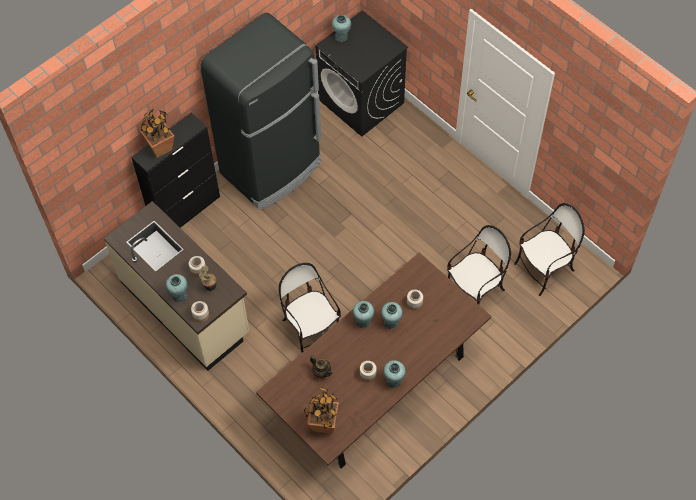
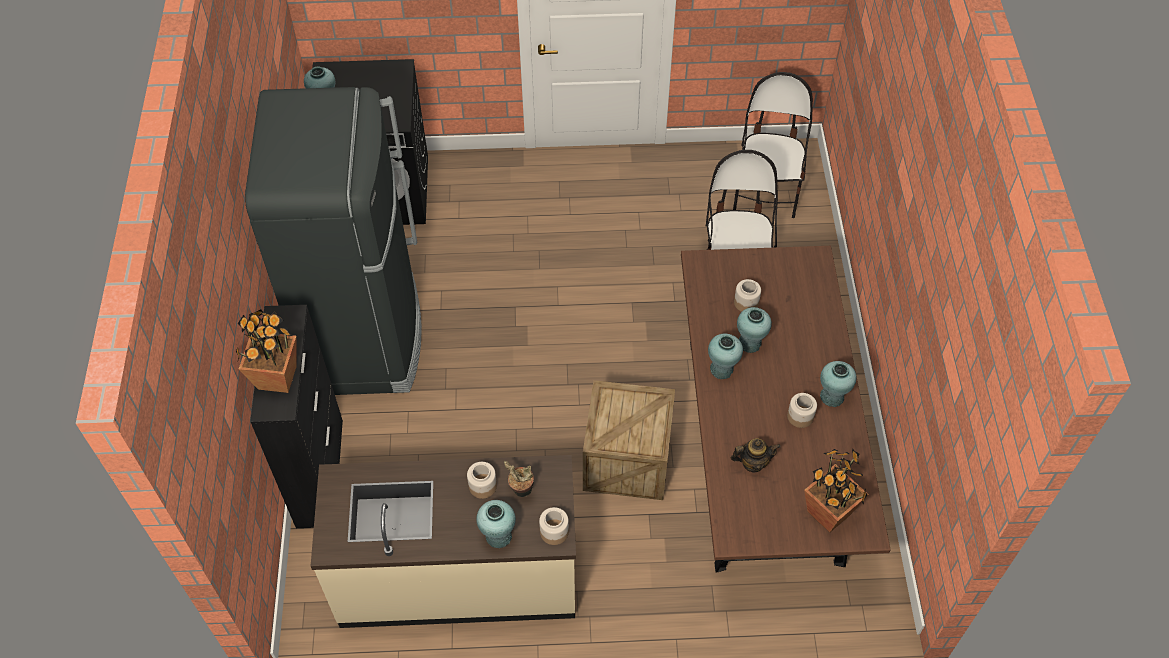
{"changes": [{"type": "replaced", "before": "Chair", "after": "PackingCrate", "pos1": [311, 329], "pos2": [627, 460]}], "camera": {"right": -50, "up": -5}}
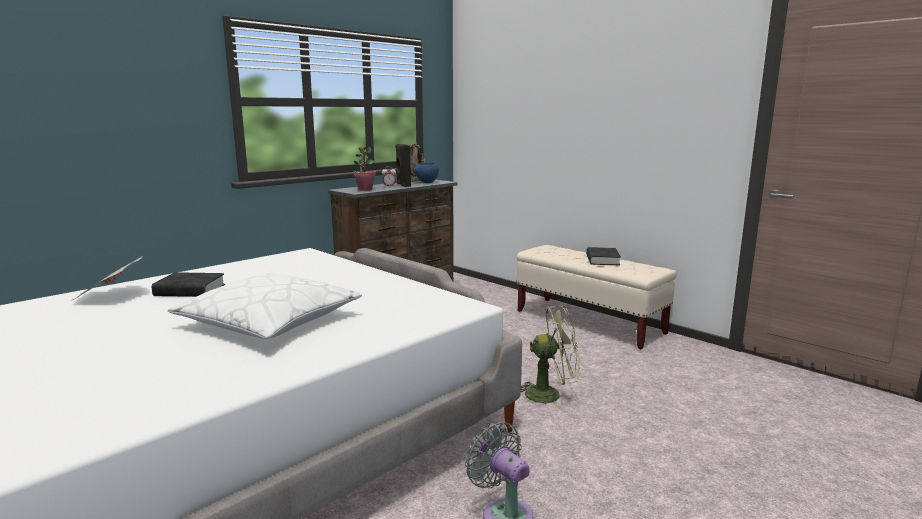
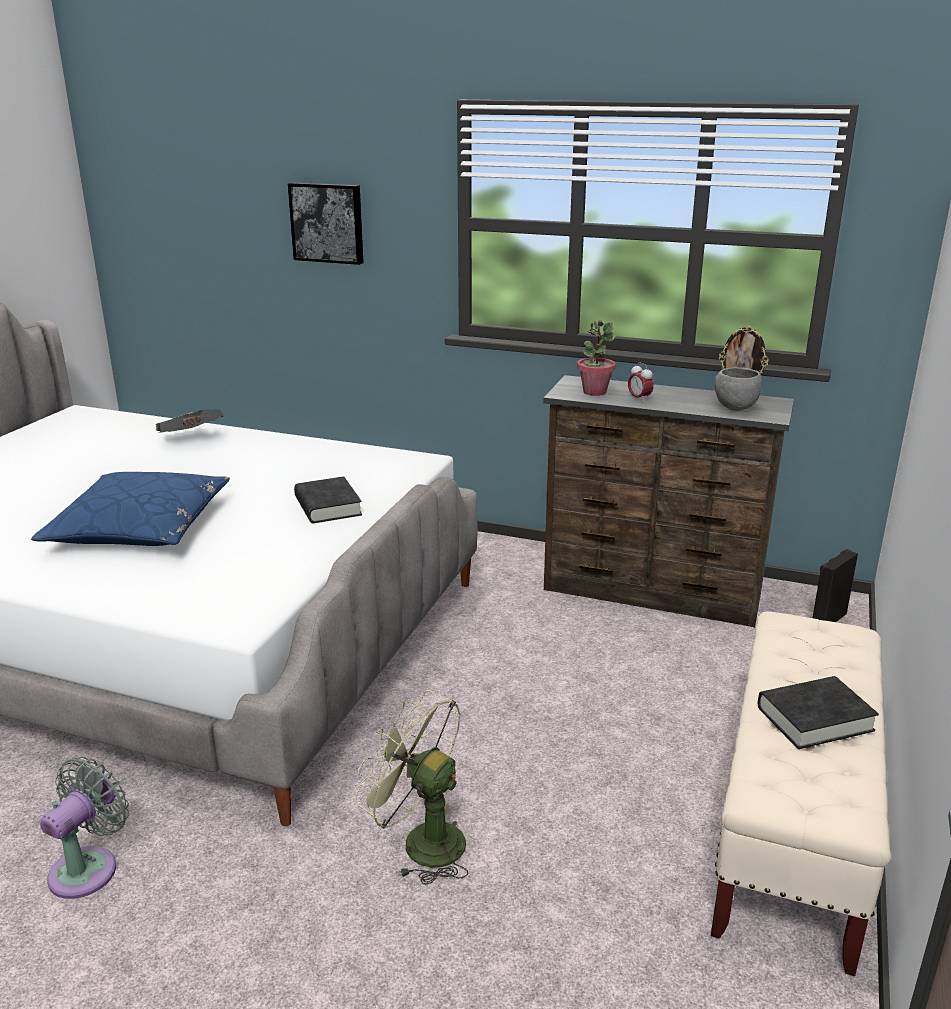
{"changes": [{"type": "added", "after": "Picture", "pos2": [328, 222]}, {"type": "moved", "before": "BlackColouredVolume", "pos1": [190, 290], "pos2": [328, 506]}, {"type": "moved", "before": "BlackColouredSpeaker", "pos1": [403, 185], "pos2": [827, 620]}, {"type": "recoloured", "before": "WhiteColouredThrowPillow", "after": "BluishThrowPillow", "pos1": [269, 321], "pos2": [140, 527]}, {"type": "recoloured", "before": "BluishBowl", "after": "GreyBowl", "pos1": [426, 182], "pos2": [734, 408]}, {"type": "turned", "before": "GreenColouredElectricFan", "pos1": [550, 394], "pos2": [421, 841], "turn": 150}], "camera": {"right": 65, "up": 10}}
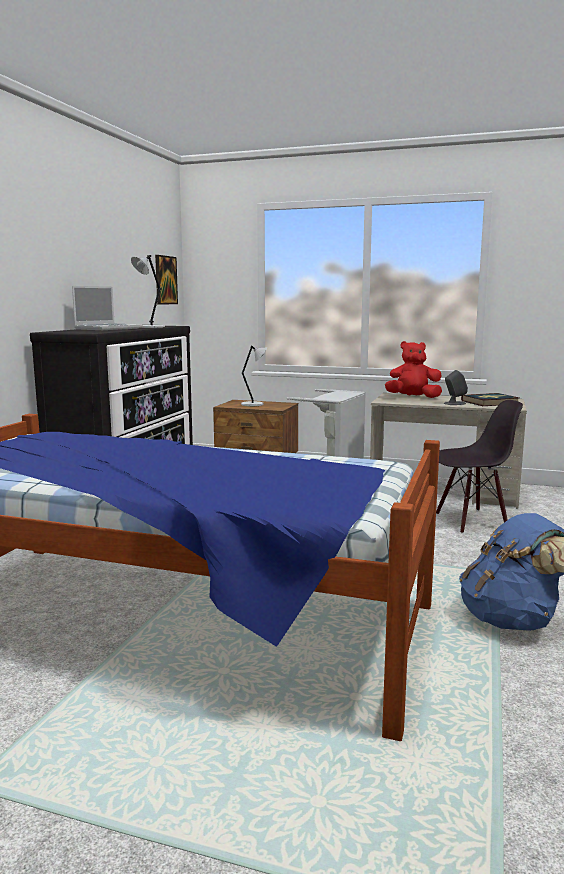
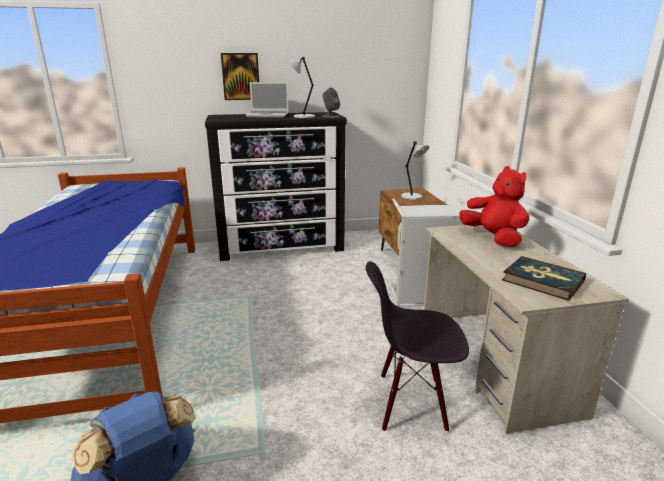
{"changes": [{"type": "moved", "before": "Picture", "pos1": [165, 280], "pos2": [240, 76]}, {"type": "moved", "before": "GreySpeaker", "pos1": [454, 403], "pos2": [330, 116]}, {"type": "turned", "before": "BlackColouredChair", "pos1": [471, 521], "pos2": [411, 403], "turn": 135}], "camera": {"right": 60, "up": 10}}
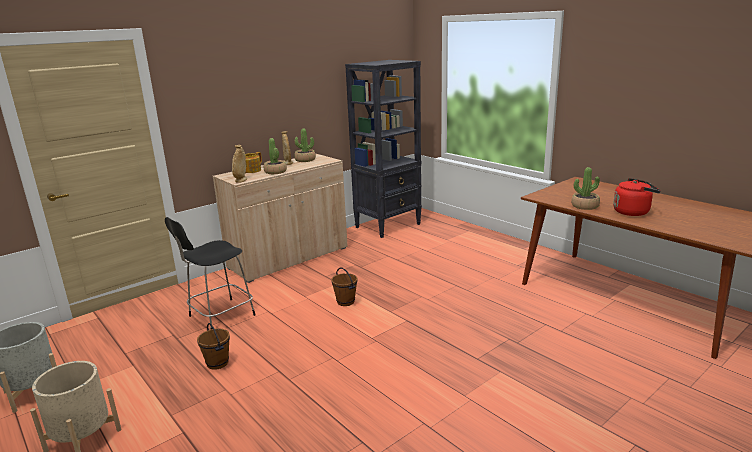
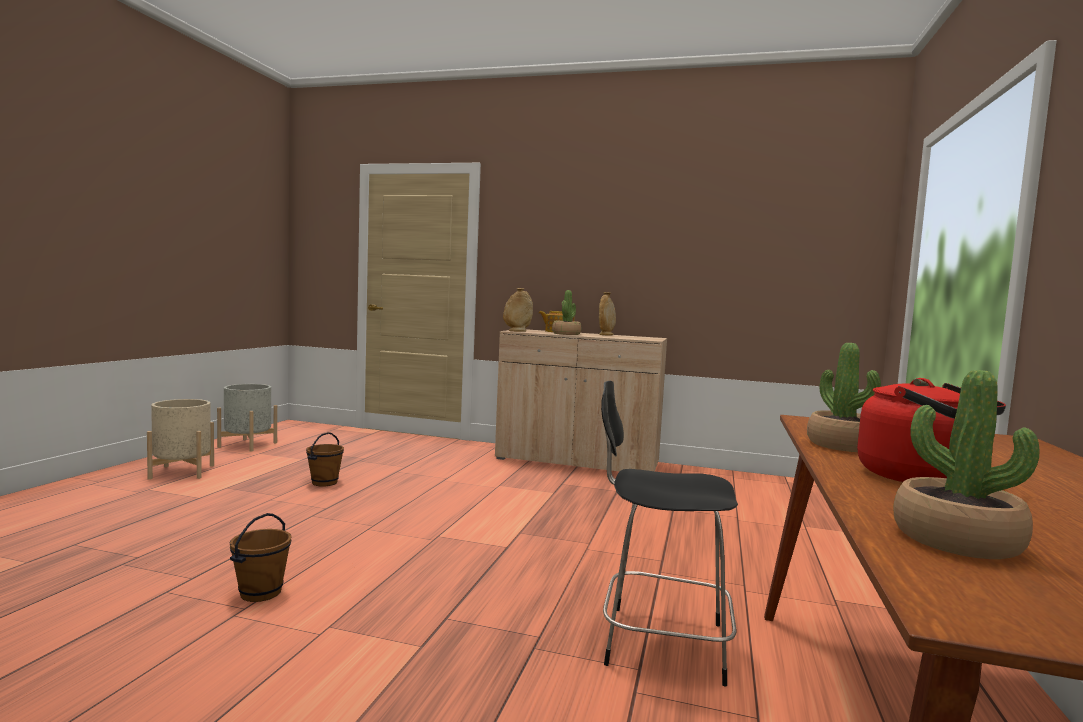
{"changes": [{"type": "removed", "before": "BlackColouredShelvingUnit", "pos1": [388, 225]}, {"type": "moved", "before": "BlackColouredChair", "pos1": [219, 316], "pos2": [659, 642]}, {"type": "moved", "before": "PlantInAPot", "pos1": [305, 160], "pos2": [956, 540]}, {"type": "moved", "before": "BrownishPail", "pos1": [346, 302], "pos2": [261, 593]}], "camera": {"right": 55, "up": -15}}
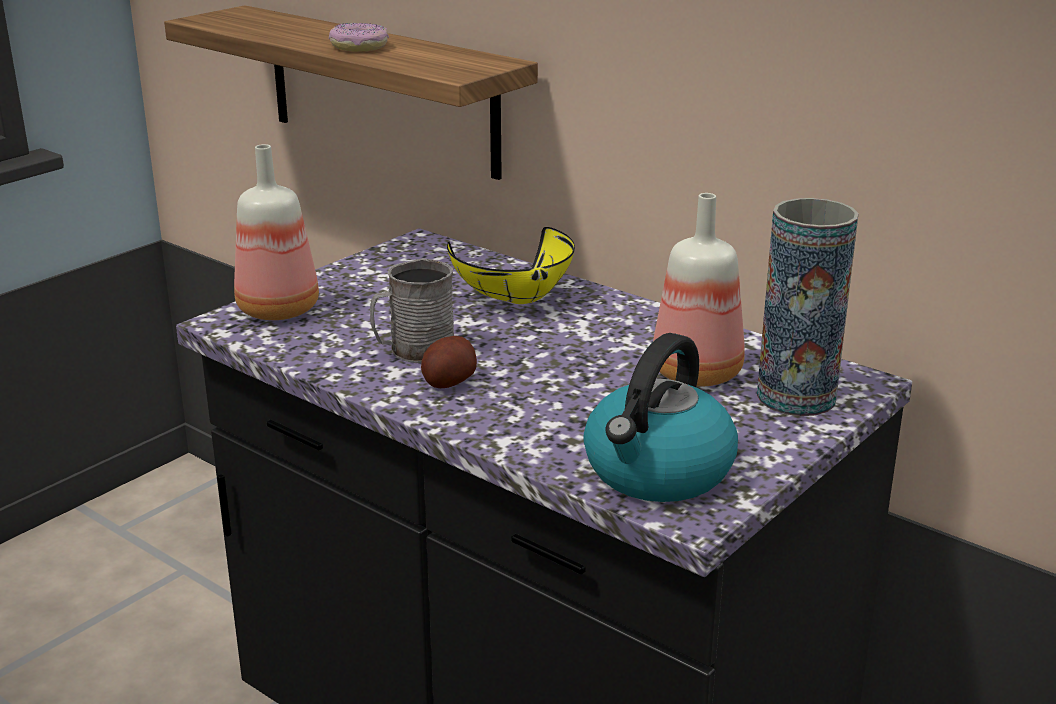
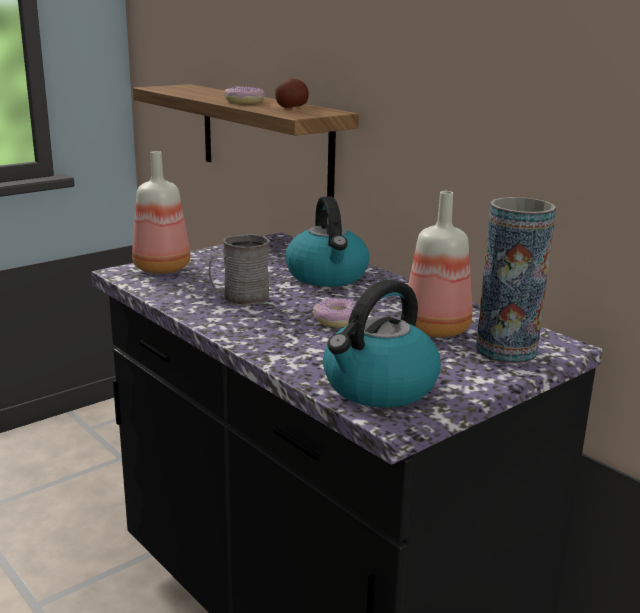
{"changes": [{"type": "added", "after": "Doughnut", "pos2": [337, 320]}, {"type": "moved", "before": "Spud", "pos1": [448, 381], "pos2": [291, 107]}, {"type": "replaced", "before": "YellowBowl", "after": "Kettle", "pos1": [518, 300], "pos2": [327, 276]}], "camera": {"right": 10, "up": -5}}
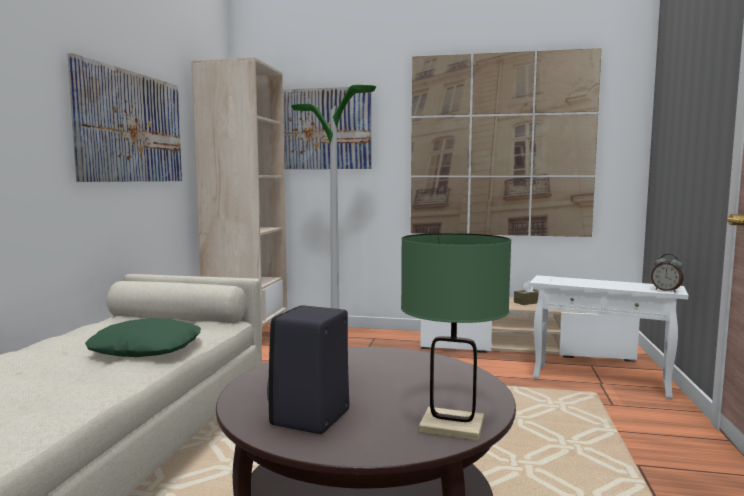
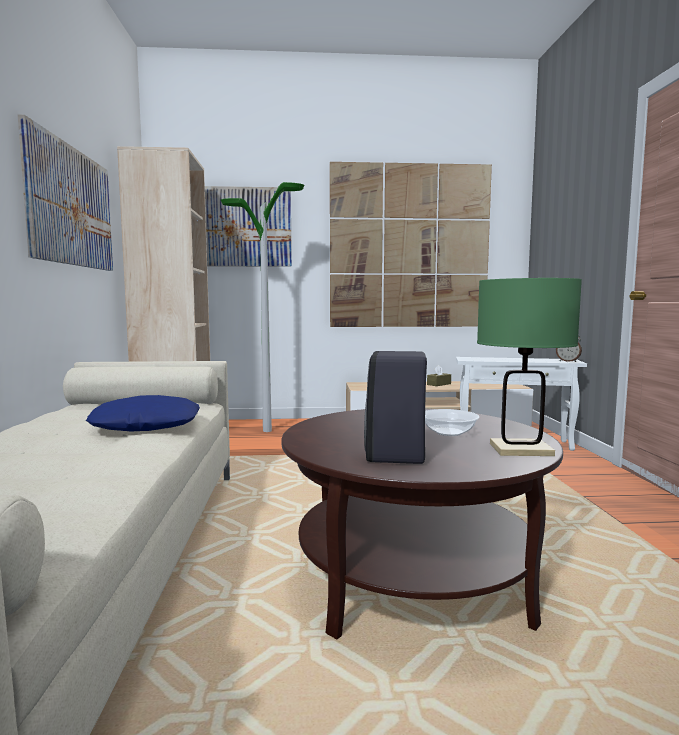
{"changes": [{"type": "added", "after": "Bowl", "pos2": [449, 432]}, {"type": "recoloured", "before": "GreenColouredThrowPillow", "after": "BluishThrowPillow", "pos1": [147, 349], "pos2": [147, 425]}], "camera": {"right": -15, "up": 0}}
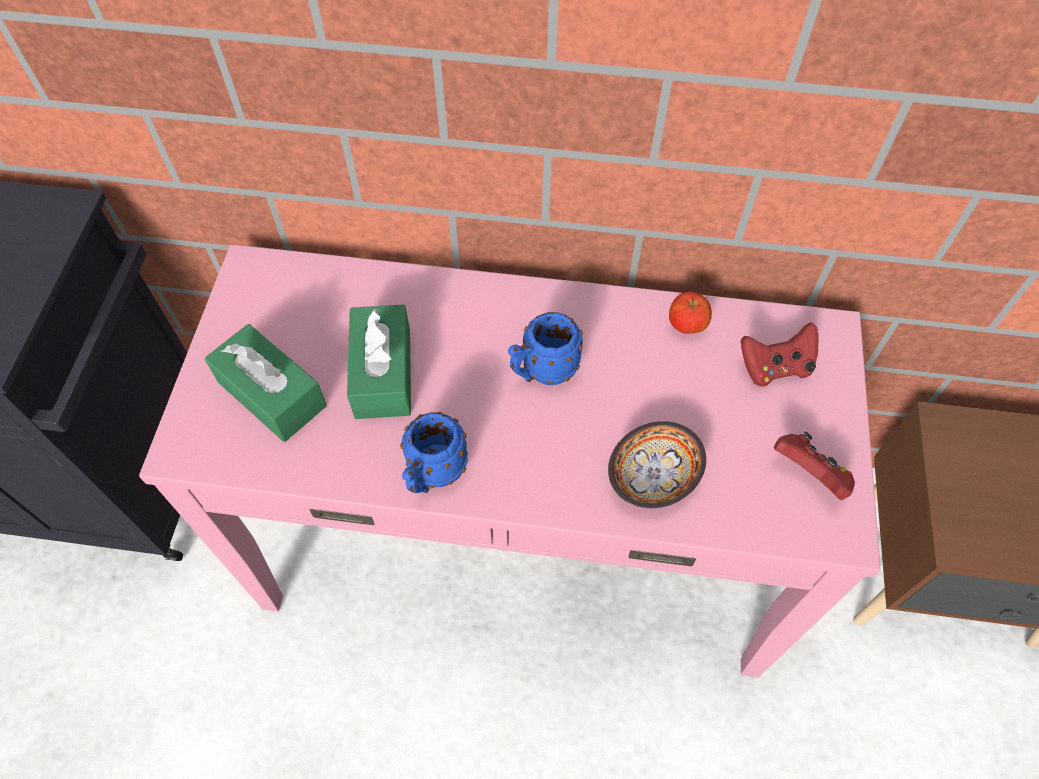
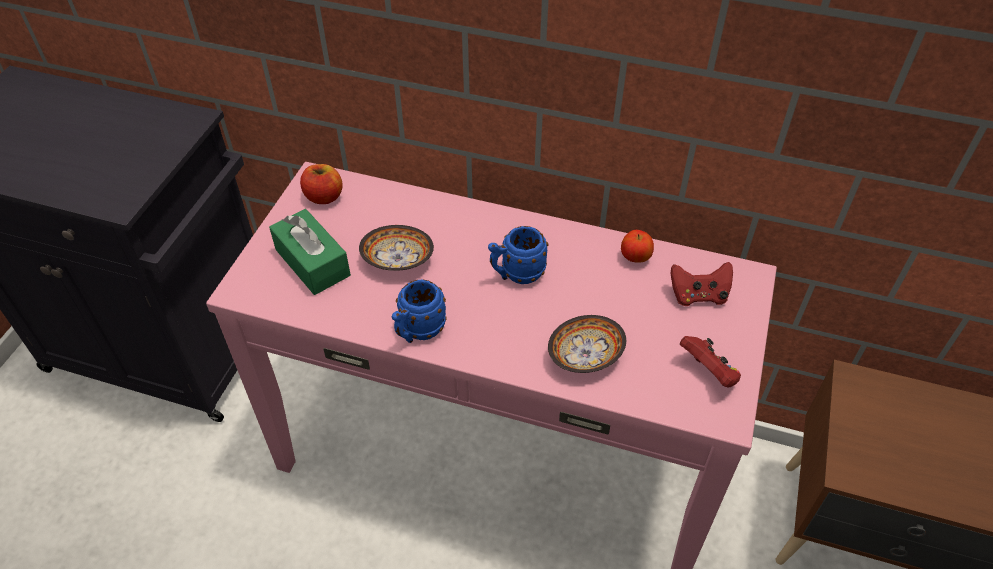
{"changes": [{"type": "added", "after": "Apple", "pos2": [324, 197]}, {"type": "replaced", "before": "GreenColouredTissueHolder", "after": "Bowl", "pos1": [383, 373], "pos2": [396, 259]}], "camera": {"right": 10, "up": -10}}
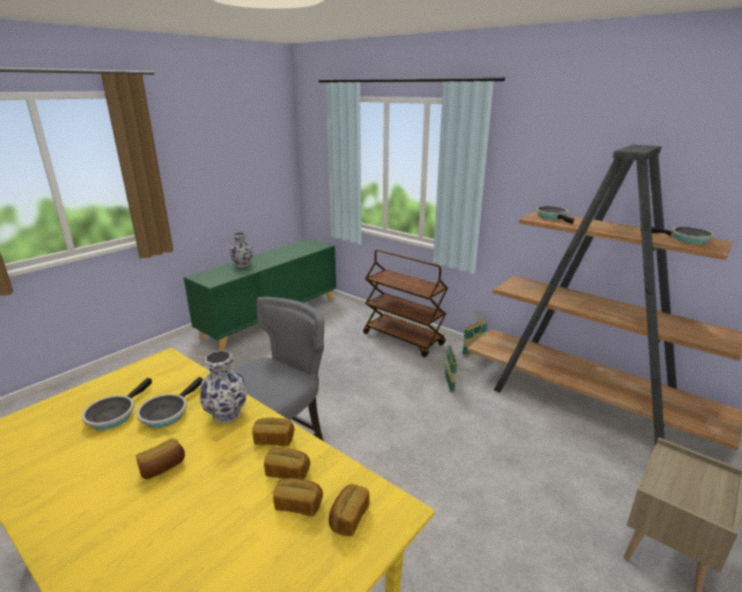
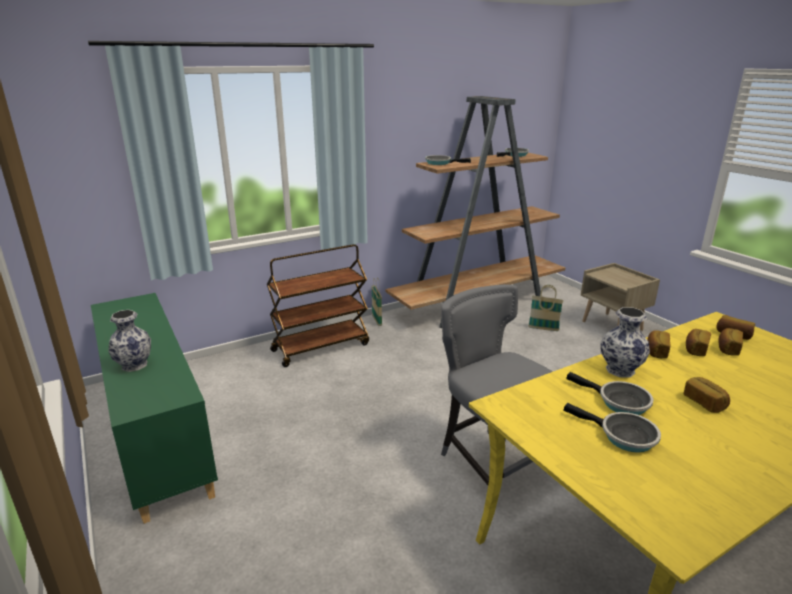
{"changes": [{"type": "moved", "before": "Basket", "pos1": [449, 384], "pos2": [543, 329]}], "camera": {"right": -70, "up": 0}}
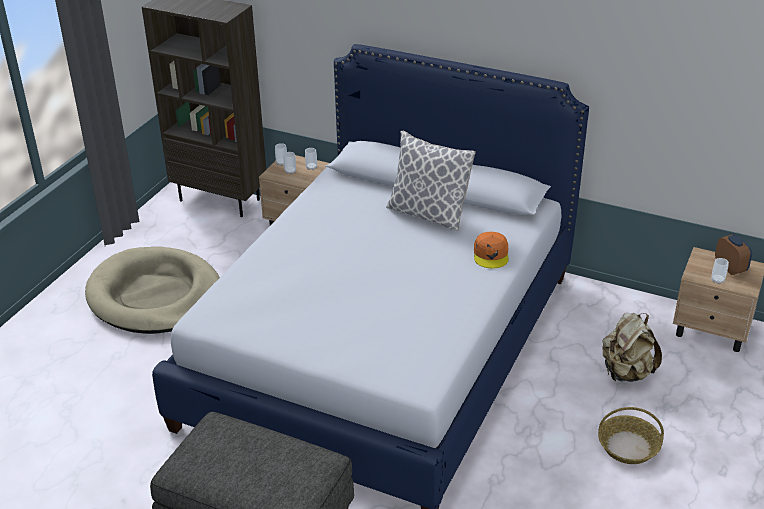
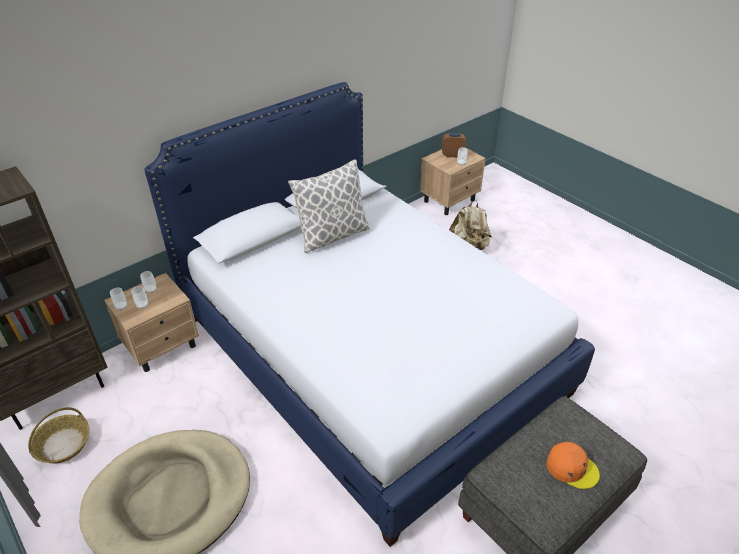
{"changes": [{"type": "moved", "before": "OrangeyPeakedCap", "pos1": [491, 255], "pos2": [571, 468]}, {"type": "moved", "before": "Basket", "pos1": [628, 447], "pos2": [63, 445]}], "camera": {"right": -65, "up": 5}}
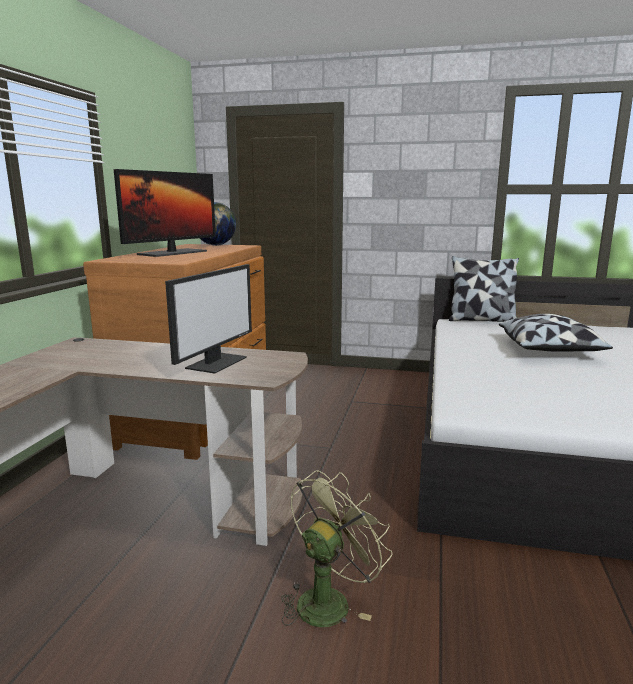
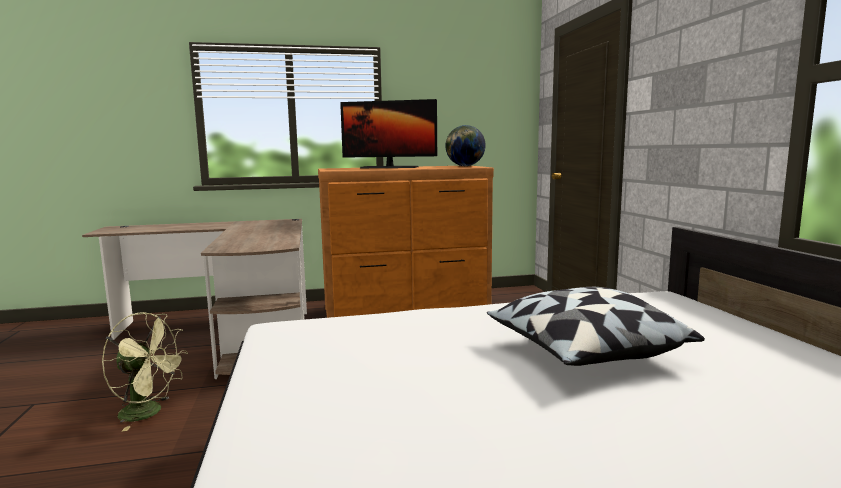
{"changes": [{"type": "removed", "before": "ComputerScreen", "pos1": [216, 362]}, {"type": "removed", "before": "ThrowPillow", "pos1": [481, 320]}], "camera": {"right": 65, "up": -5}}
